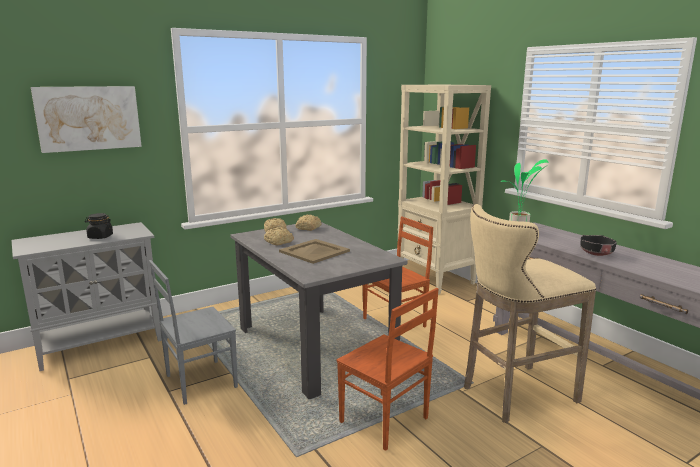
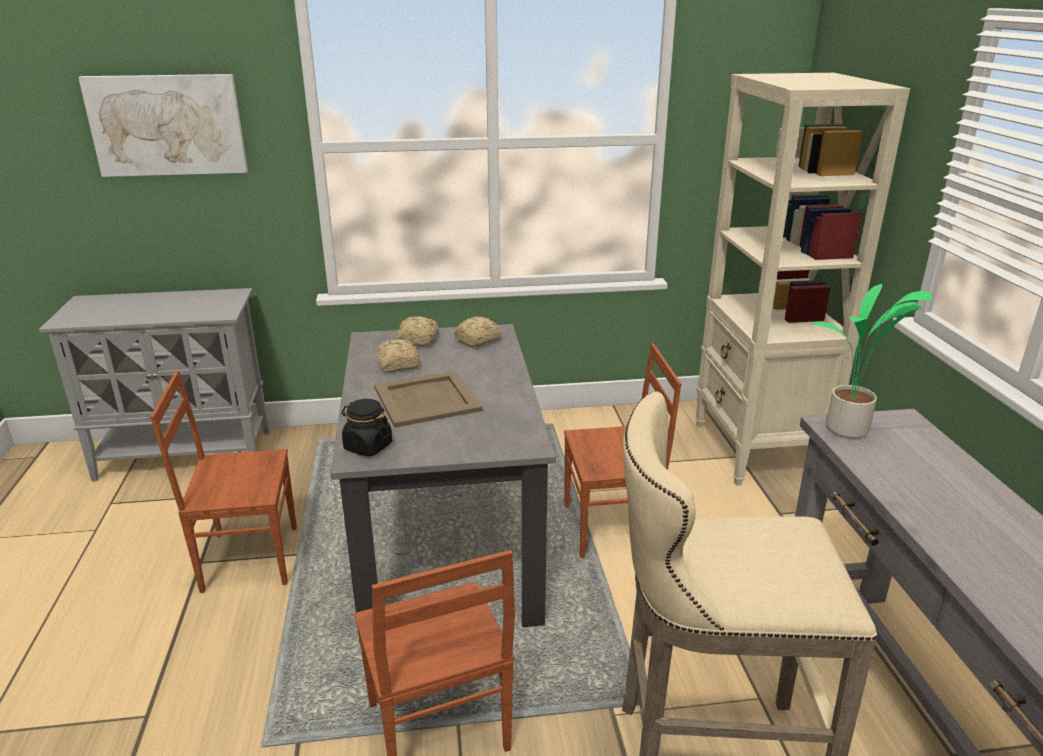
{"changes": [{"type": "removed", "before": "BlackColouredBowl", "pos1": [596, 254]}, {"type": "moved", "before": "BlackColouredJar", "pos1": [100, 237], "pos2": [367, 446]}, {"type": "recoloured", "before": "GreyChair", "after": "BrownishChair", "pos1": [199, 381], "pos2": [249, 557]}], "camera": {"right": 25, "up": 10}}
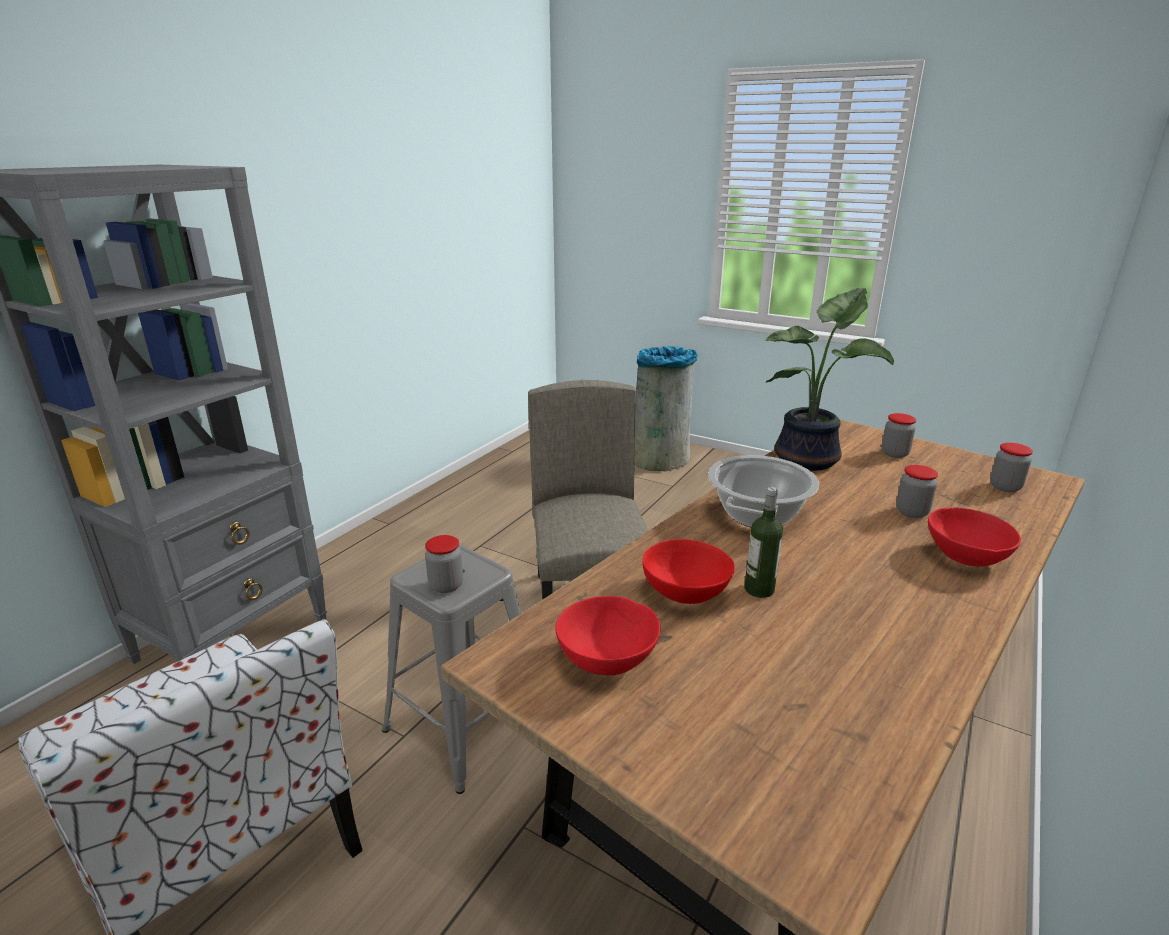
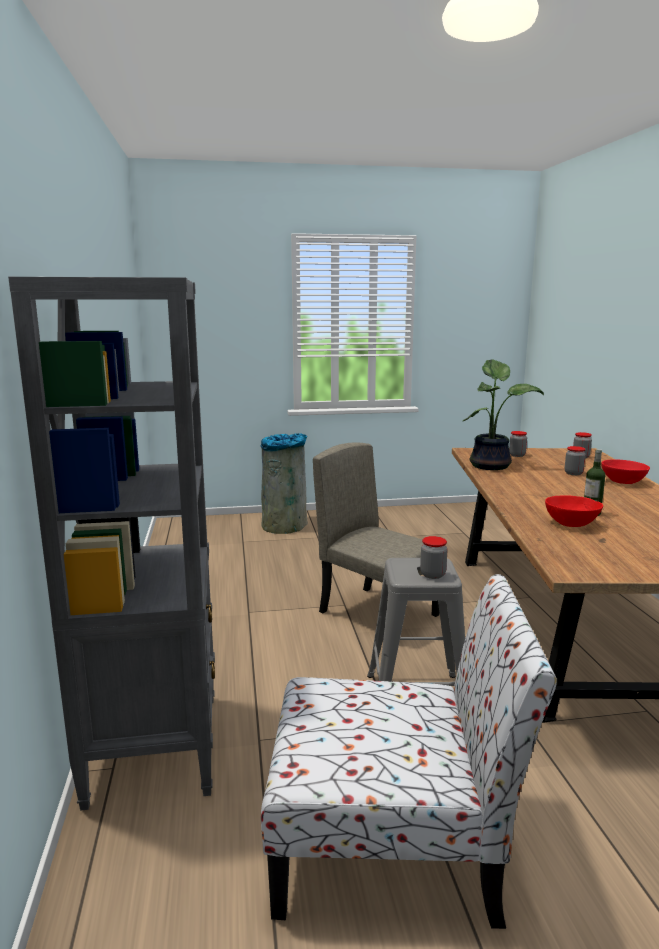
{"changes": [{"type": "removed", "before": "RedColouredBowl", "pos1": [607, 659]}, {"type": "removed", "before": "Saucepot", "pos1": [757, 514]}], "camera": {"right": -40, "up": -10}}
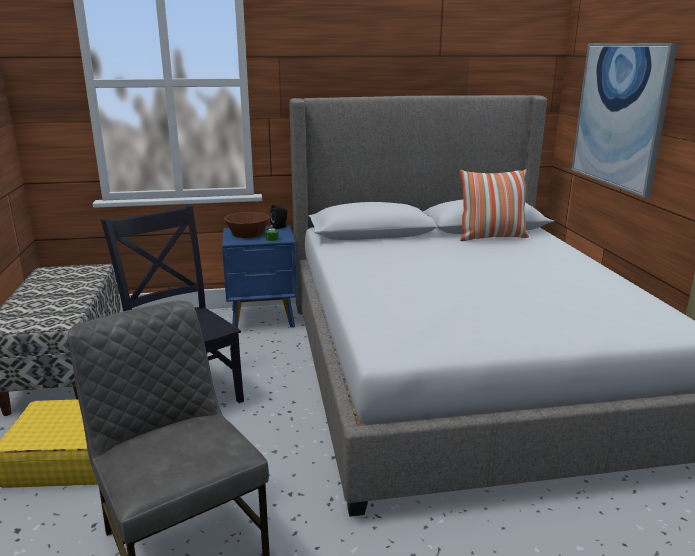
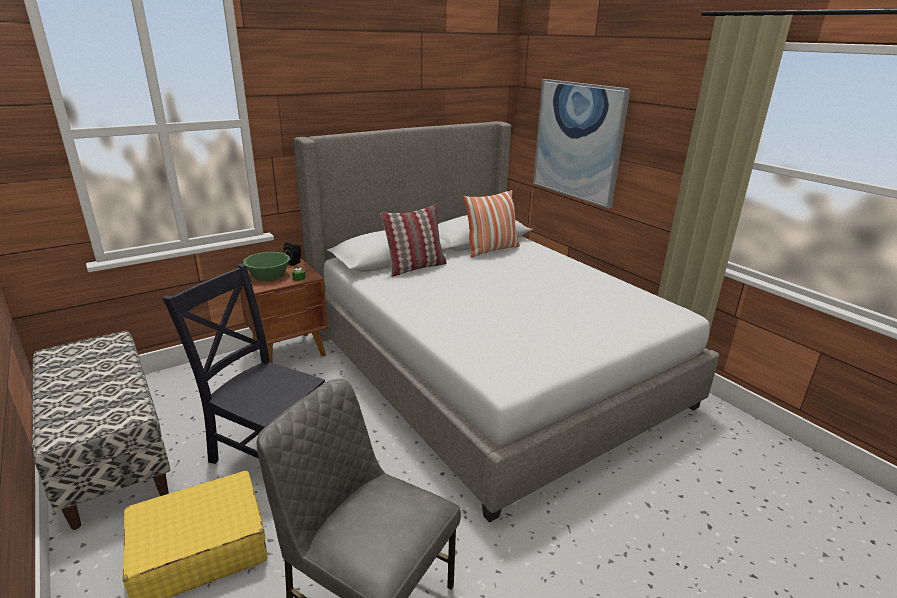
{"changes": [{"type": "added", "after": "ThrowPillow", "pos2": [415, 267]}, {"type": "recoloured", "before": "BluishBedsideTable", "after": "BrownishBedsideTable", "pos1": [263, 318], "pos2": [290, 352]}, {"type": "recoloured", "before": "BrownishBowl", "after": "GreenColouredBowl", "pos1": [248, 233], "pos2": [268, 275]}], "camera": {"right": -25, "up": 5}}
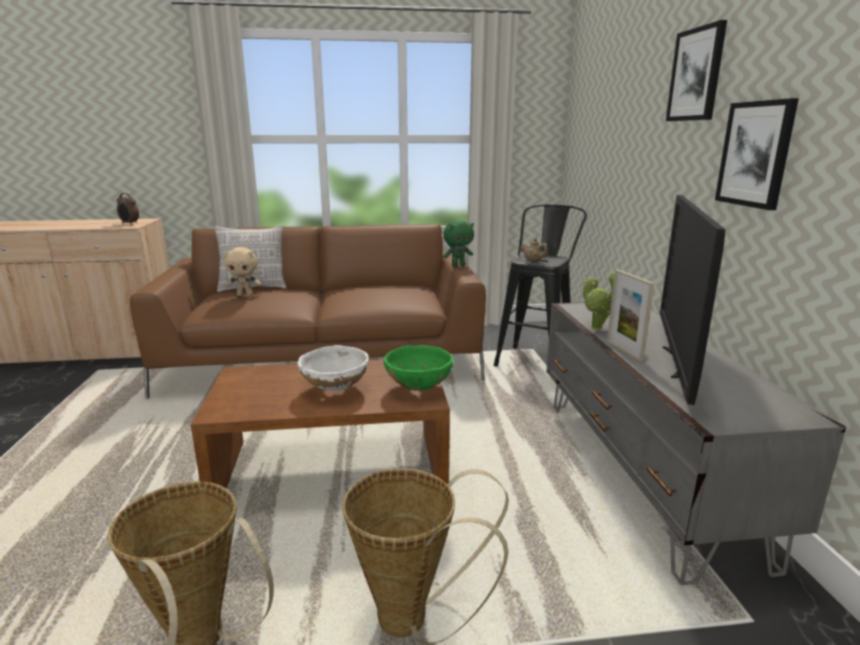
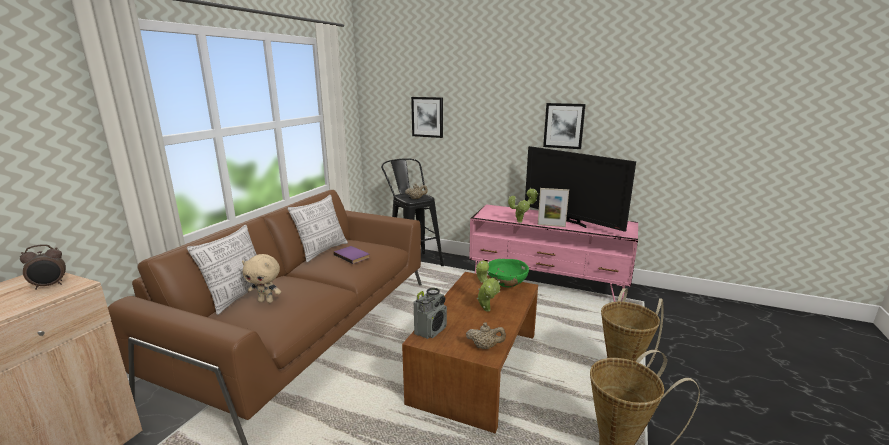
{"changes": [{"type": "removed", "before": "GreenColouredCuddlyToy", "pos1": [458, 265]}, {"type": "added", "after": "ThrowPillow", "pos2": [322, 251]}, {"type": "added", "after": "PurpleColouredVolume", "pos2": [352, 256]}, {"type": "added", "after": "RadioReceiver", "pos2": [431, 330]}, {"type": "added", "after": "BeigeTeaPot", "pos2": [485, 347]}, {"type": "moved", "before": "Picture", "pos1": [696, 75], "pos2": [427, 117]}, {"type": "replaced", "before": "WhiteColouredBowl", "after": "PlantInAPot", "pos1": [335, 389], "pos2": [486, 308]}, {"type": "recoloured", "before": "GreyMediaConsole", "after": "PinkColouredMediaConsole", "pos1": [641, 473], "pos2": [548, 283]}, {"type": "turned", "before": "BeigeCuddlyToy", "pos1": [245, 295], "pos2": [266, 301], "turn": 75}], "camera": {"right": -60, "up": 0}}
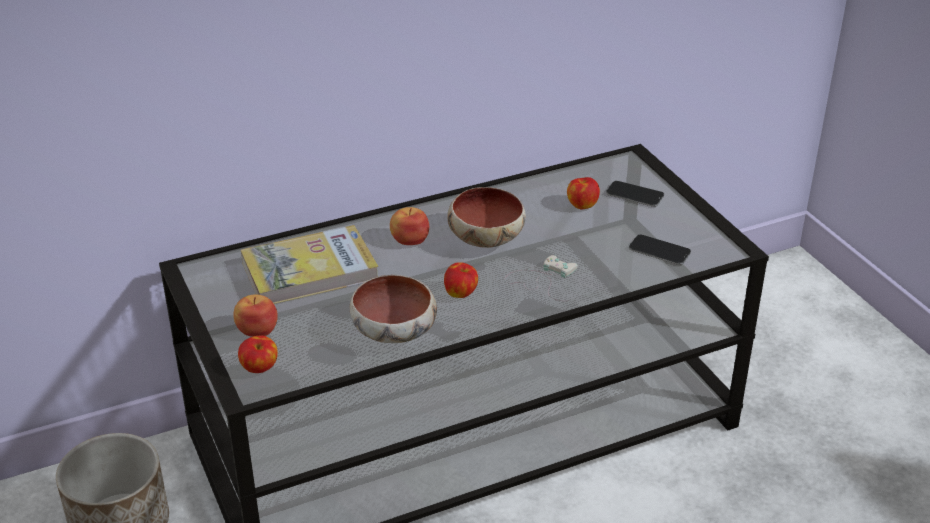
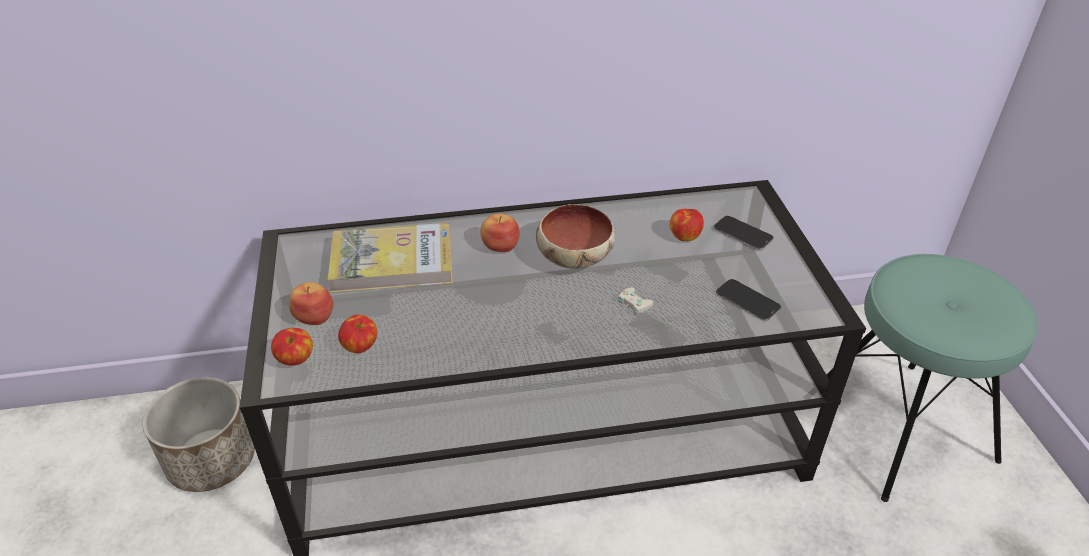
{"changes": [{"type": "removed", "before": "Bowl", "pos1": [395, 332]}, {"type": "added", "after": "BlueGreenStoolSeat", "pos2": [898, 429]}, {"type": "moved", "before": "Apple", "pos1": [461, 293], "pos2": [361, 347]}], "camera": {"right": 15, "up": 5}}
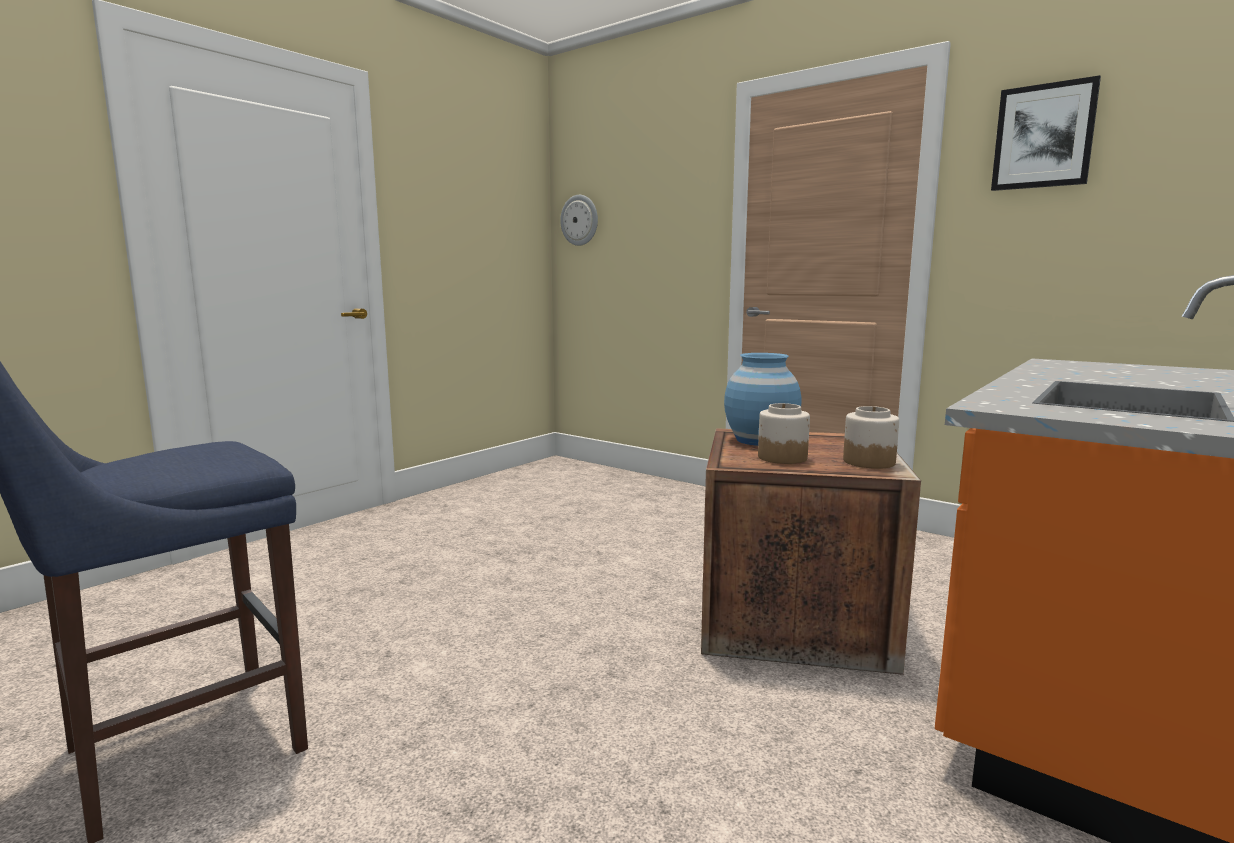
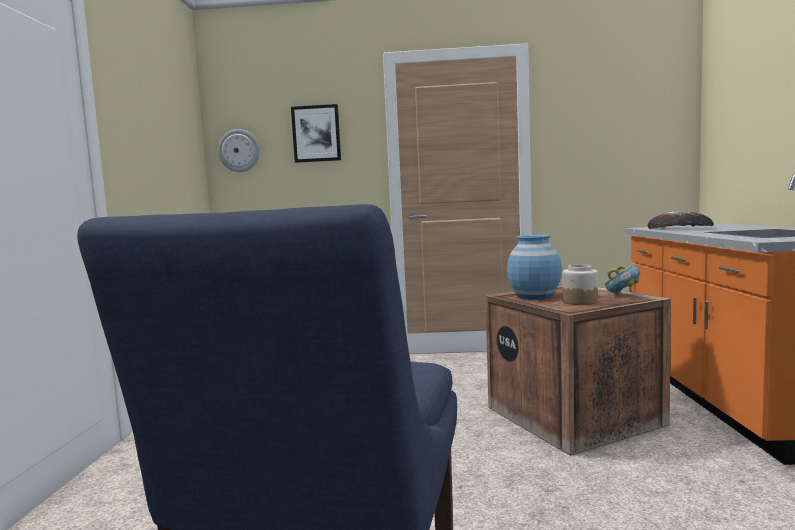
{"changes": [{"type": "added", "after": "BakeryBread", "pos2": [680, 228]}, {"type": "moved", "before": "Picture", "pos1": [1043, 136], "pos2": [316, 134]}, {"type": "replaced", "before": "Jar", "after": "Bowl", "pos1": [869, 462], "pos2": [621, 295]}], "camera": {"right": -35, "up": -5}}
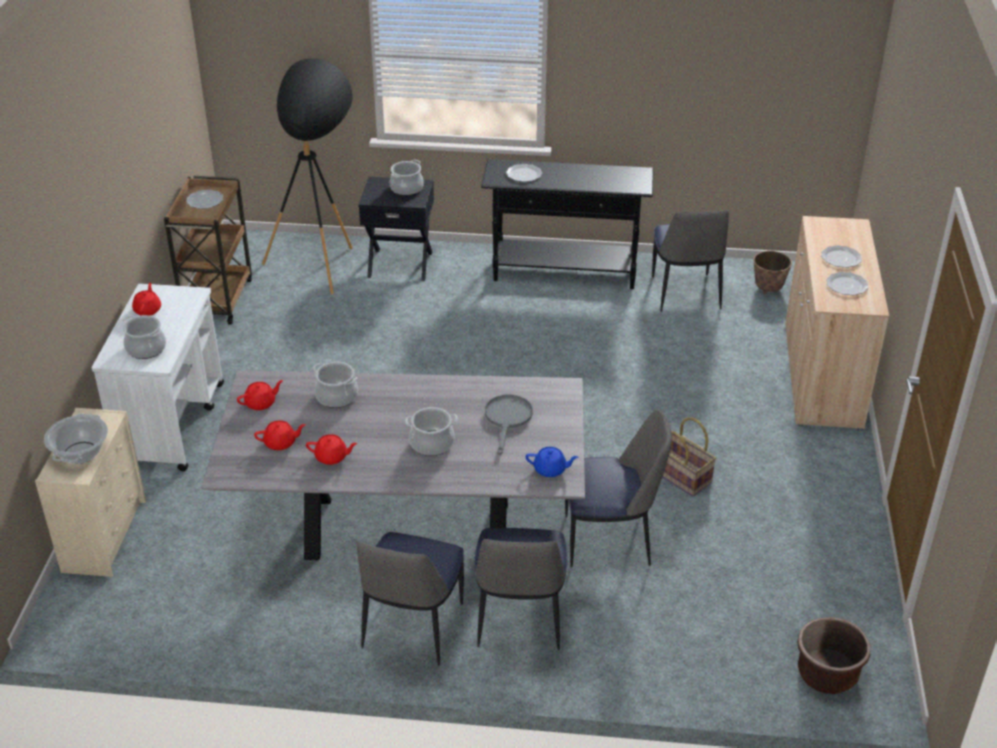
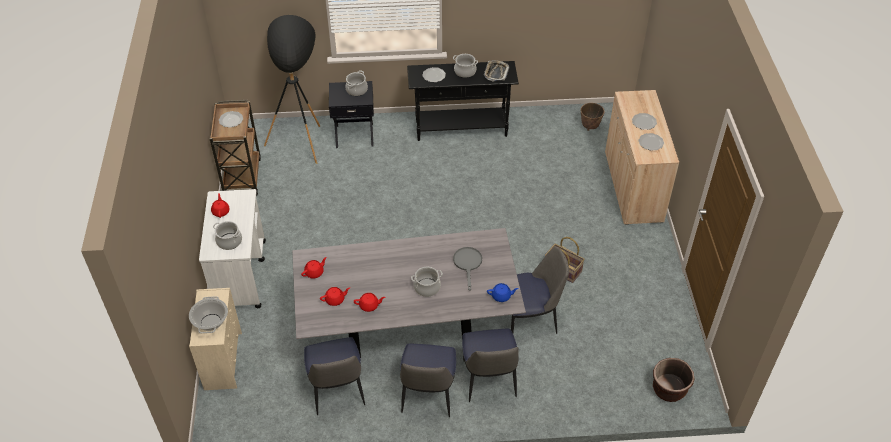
{"changes": [{"type": "added", "after": "CarryingTray", "pos2": [496, 72]}, {"type": "moved", "before": "Saucepot", "pos1": [336, 397], "pos2": [465, 72]}, {"type": "moved", "before": "Chair", "pos1": [685, 294], "pos2": [337, 391]}], "camera": {"right": -10, "up": 10}}
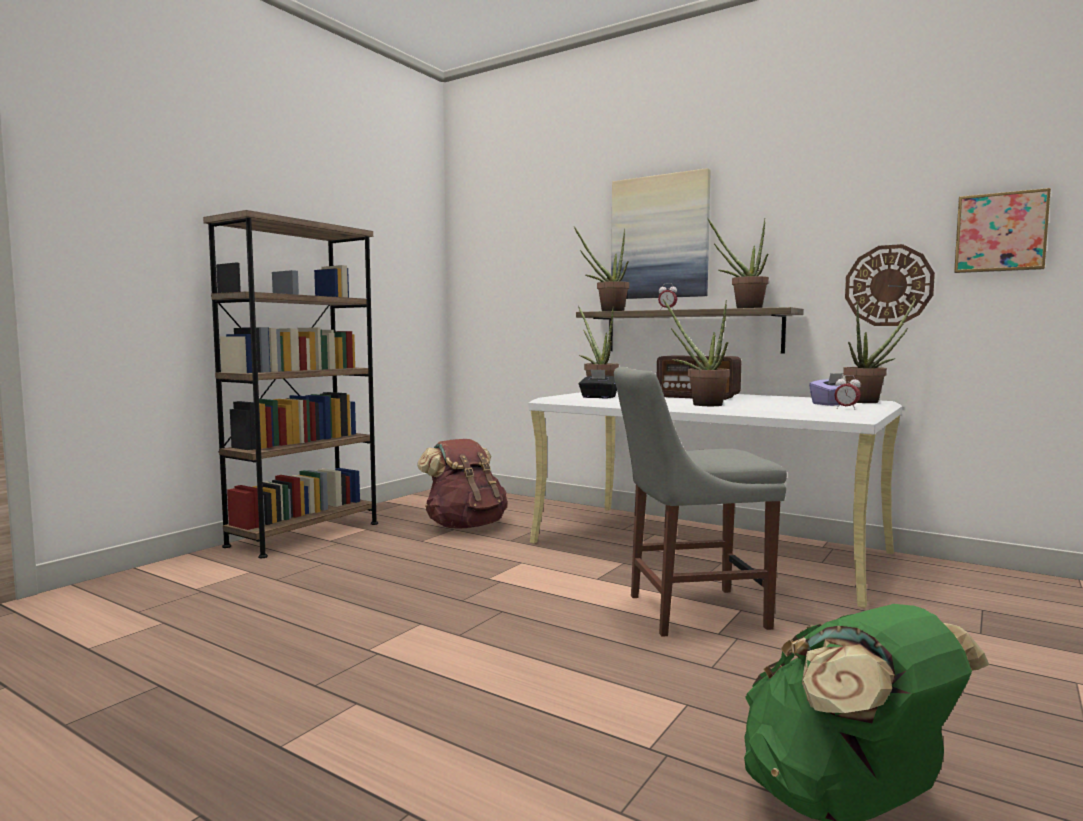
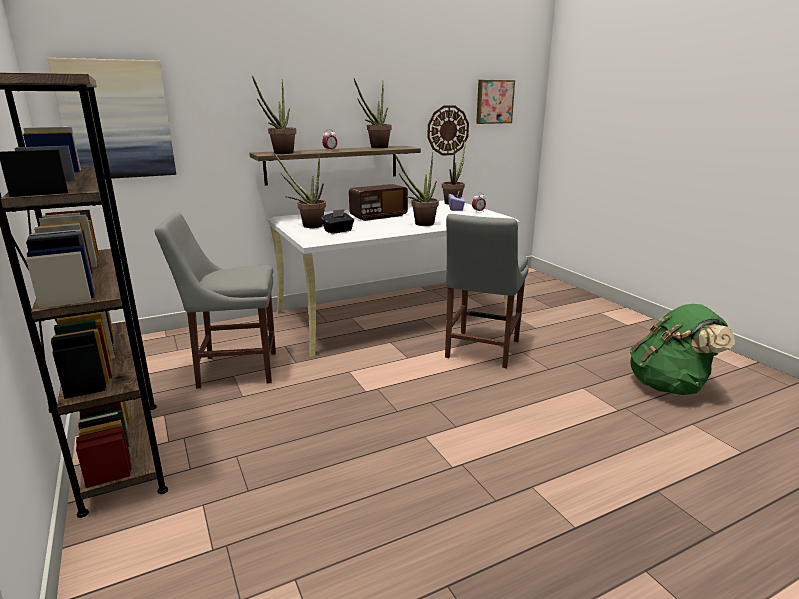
{"changes": [{"type": "moved", "before": "Picture", "pos1": [660, 237], "pos2": [116, 120]}, {"type": "replaced", "before": "BrownishRucksack", "after": "GreyChair", "pos1": [465, 526], "pos2": [233, 369]}], "camera": {"right": -60, "up": 15}}
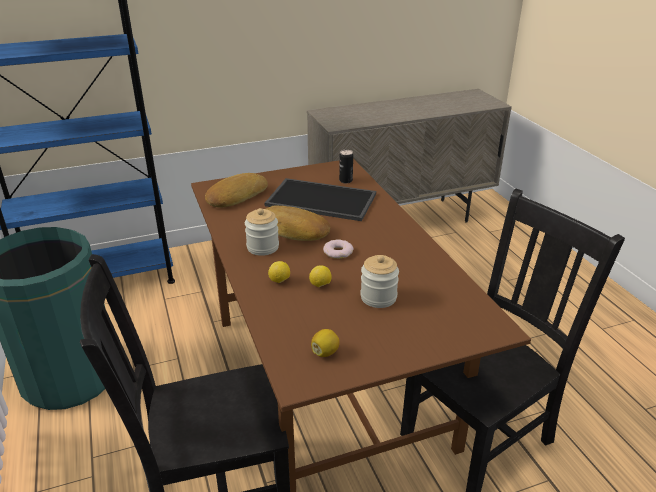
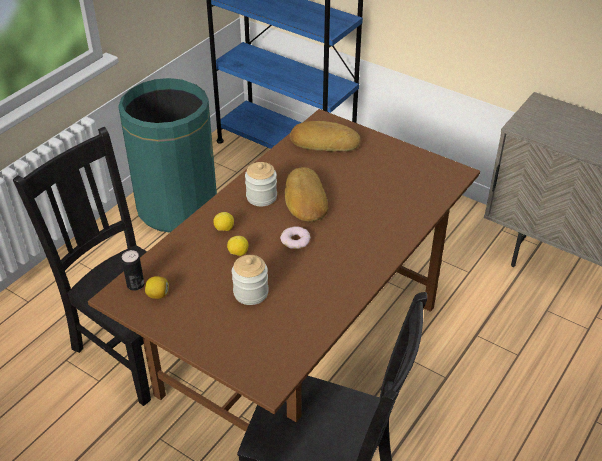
{"changes": [{"type": "removed", "before": "CarryingTray", "pos1": [319, 200]}, {"type": "moved", "before": "Can", "pos1": [346, 180], "pos2": [135, 285]}], "camera": {"right": 55, "up": 10}}
